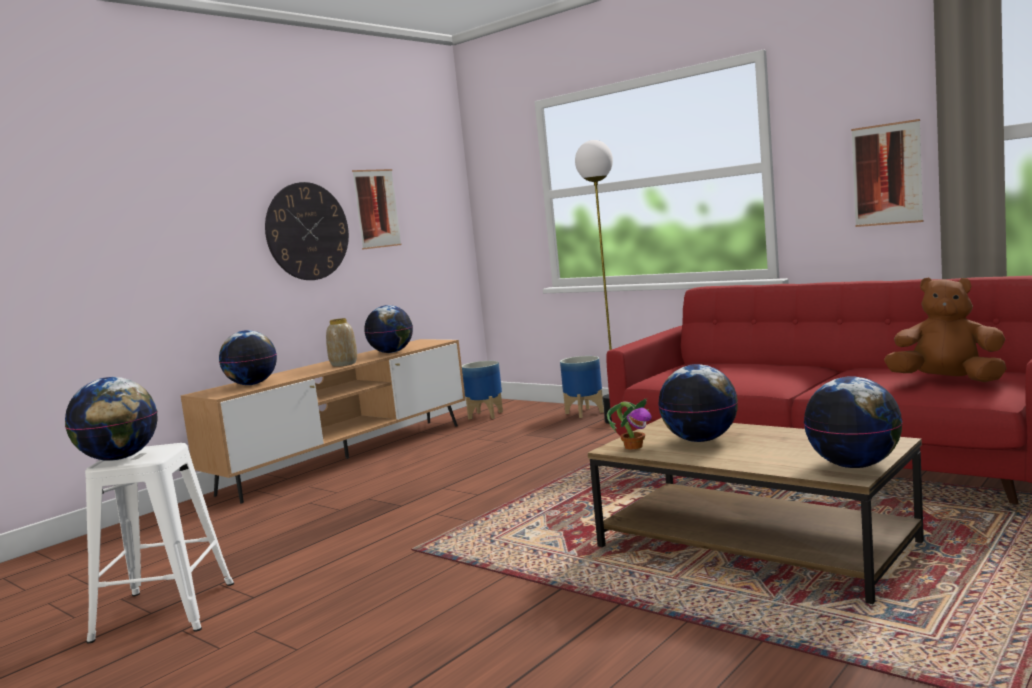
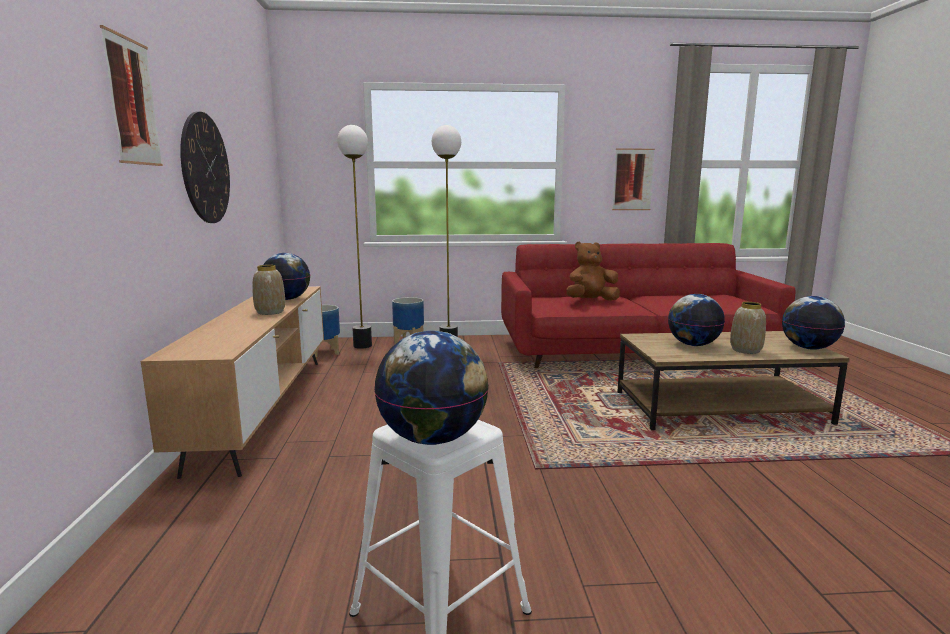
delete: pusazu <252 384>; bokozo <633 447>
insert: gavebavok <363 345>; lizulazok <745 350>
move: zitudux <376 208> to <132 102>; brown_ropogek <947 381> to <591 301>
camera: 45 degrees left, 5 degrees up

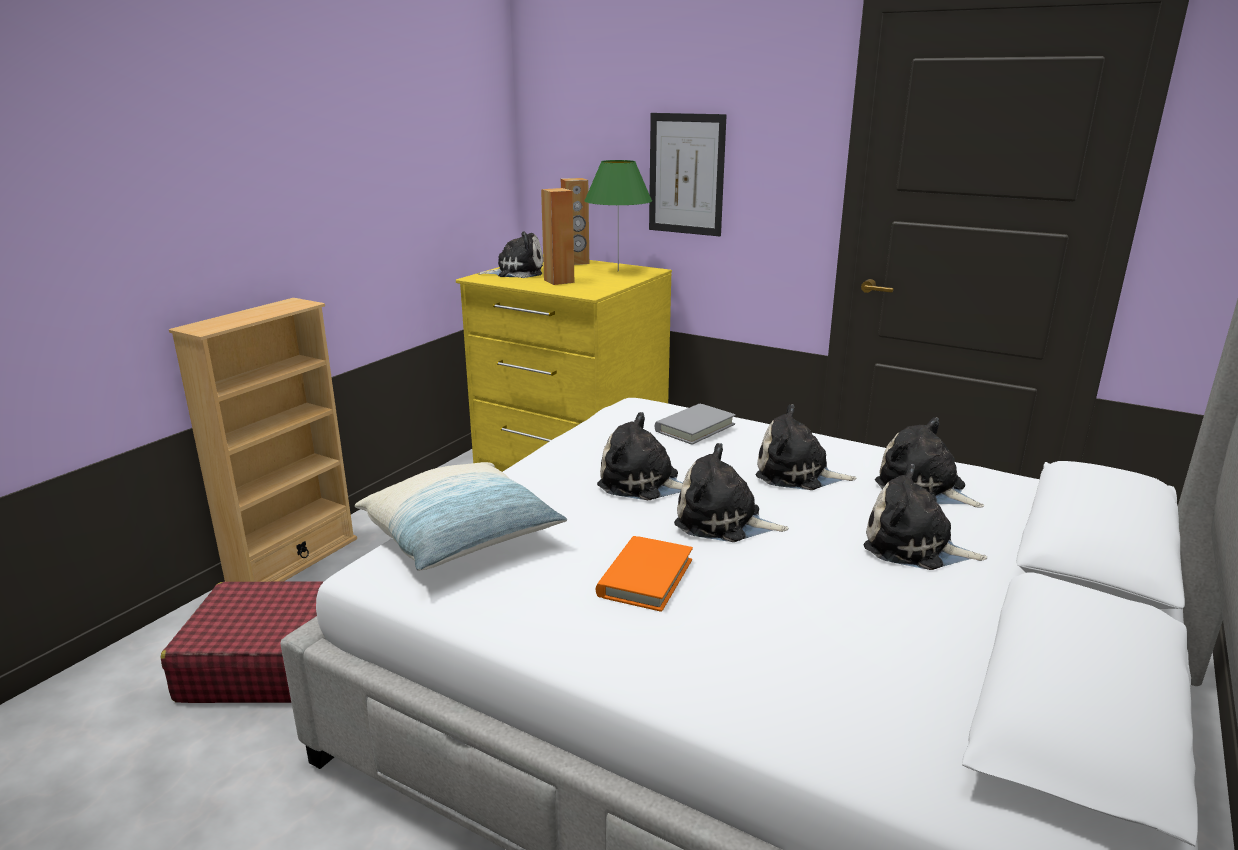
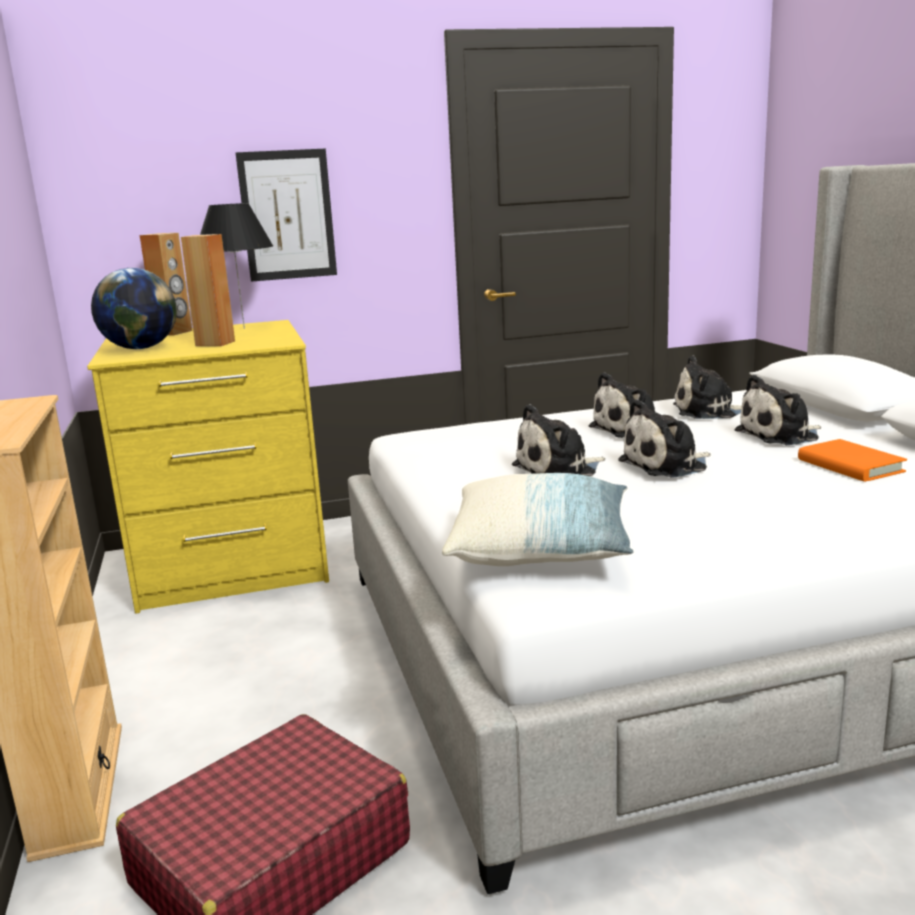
delete: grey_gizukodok <695 428>
move: orange_gizukodok <645 578> to <850 466>
replace: ropogek <516 272> to pusazu <140 348>
recolor: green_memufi <618 271> to black_memufi <244 328>
camera: 45 degrees left, 5 degrees down

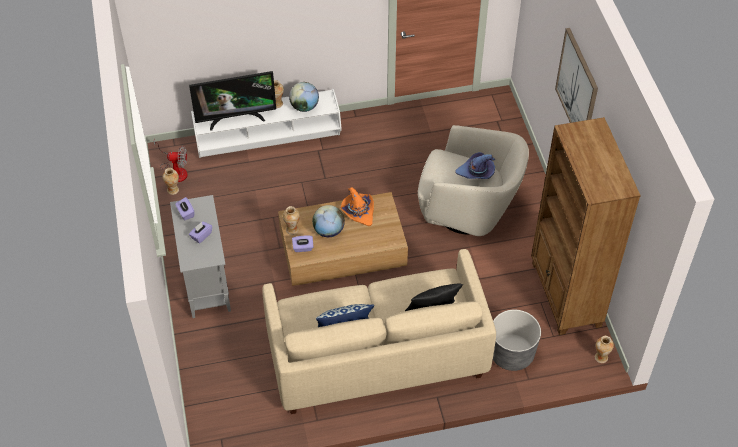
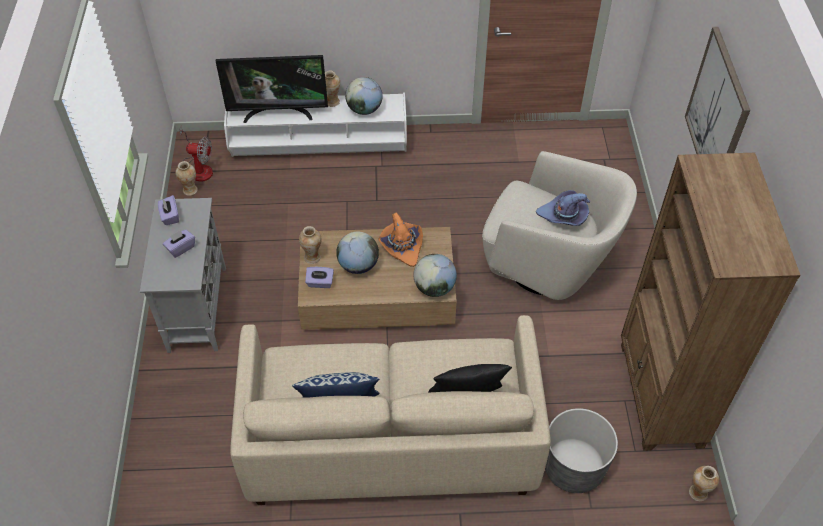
insert: pusazu <434 288>
camera: 10 degrees right, 0 degrees up

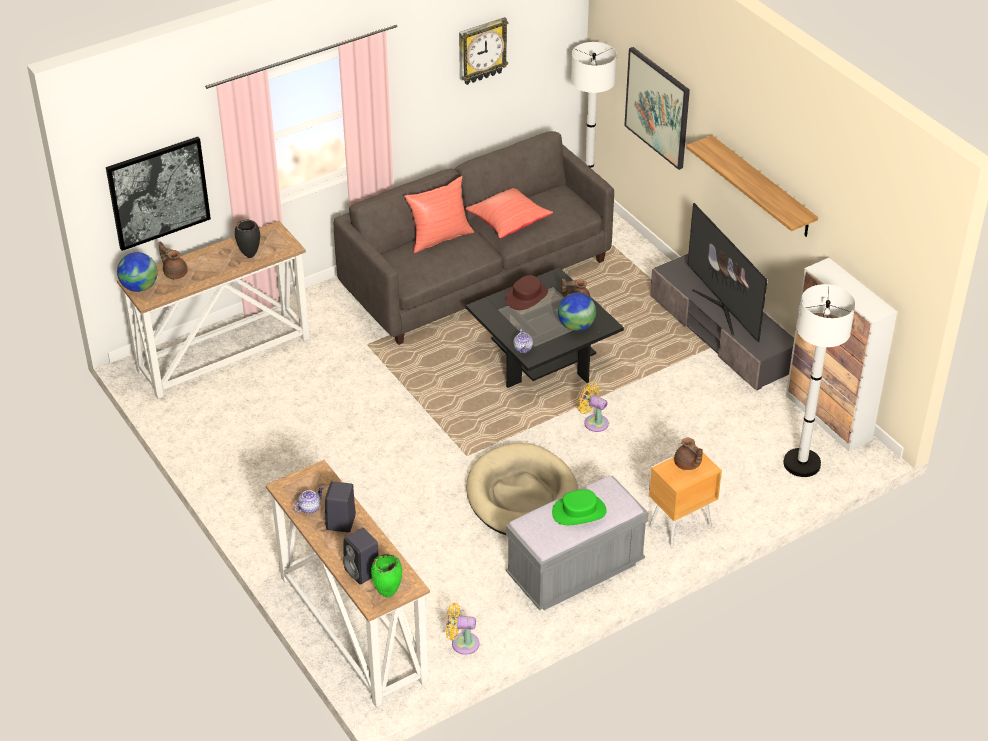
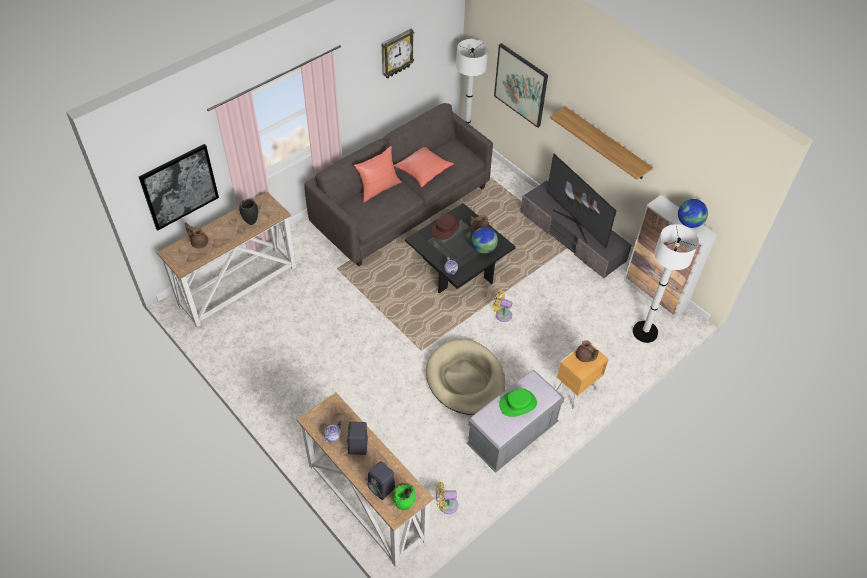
move: pusazu <140 287> to <689 223>
camera: 10 degrees left, 10 degrees up

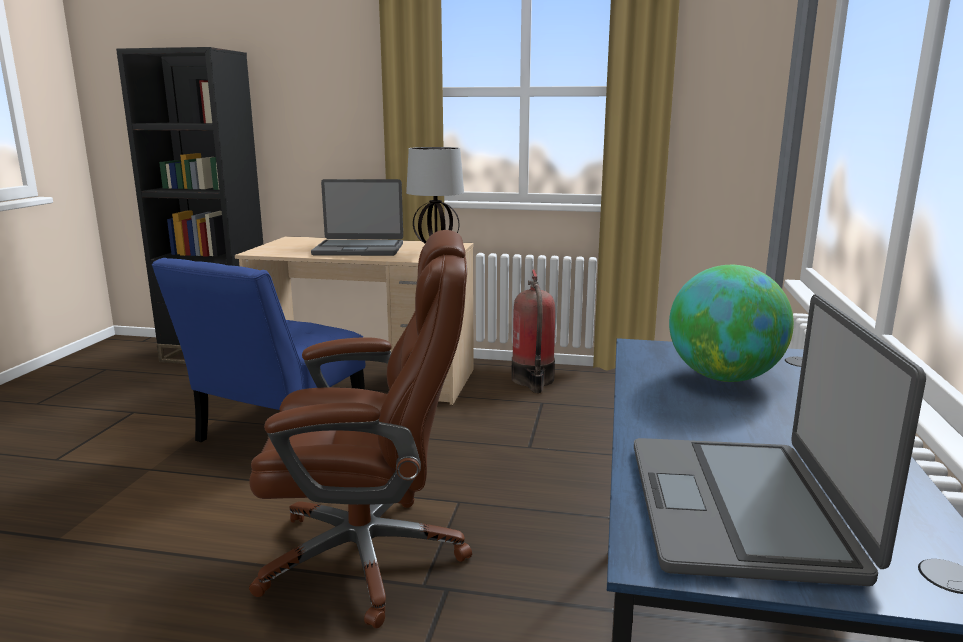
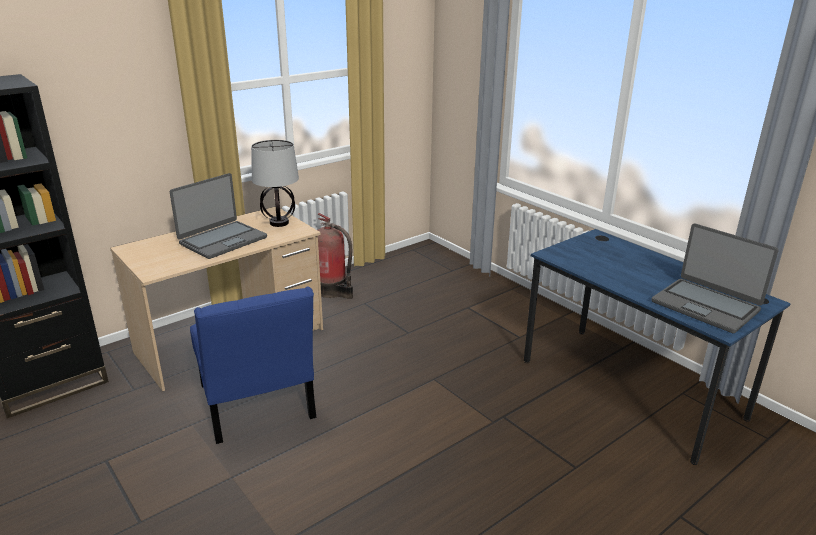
delete: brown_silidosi <369 556>; pusazu <723 377>
camera: 50 degrees left, 10 degrees up

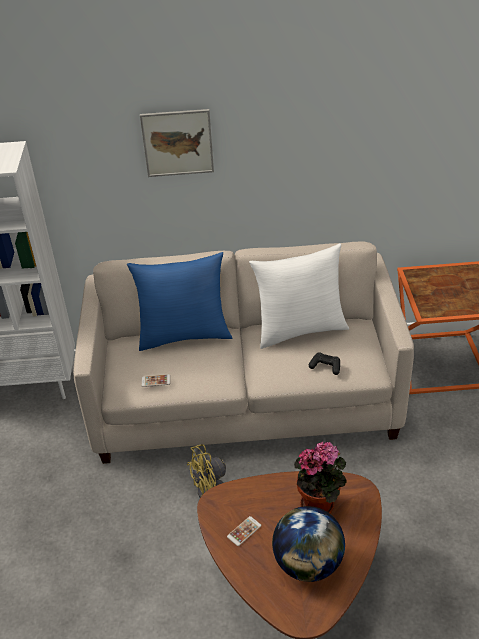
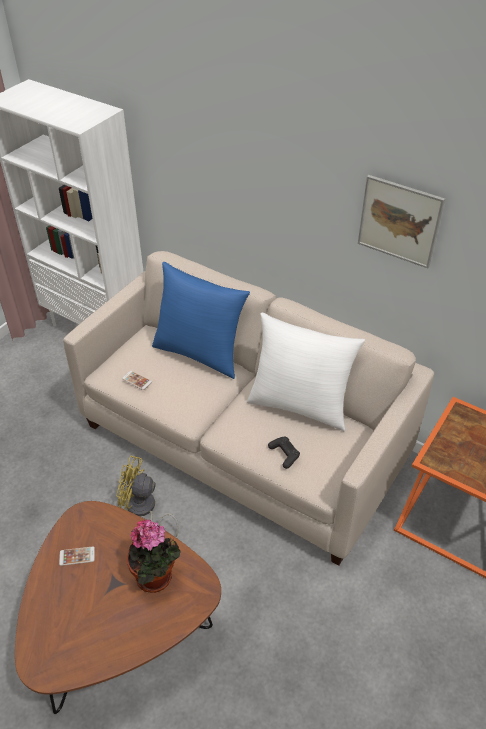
delete: pusazu <308 564>
move: zitudux <177 143> to <399 221>
camera: 35 degrees right, 5 degrees up

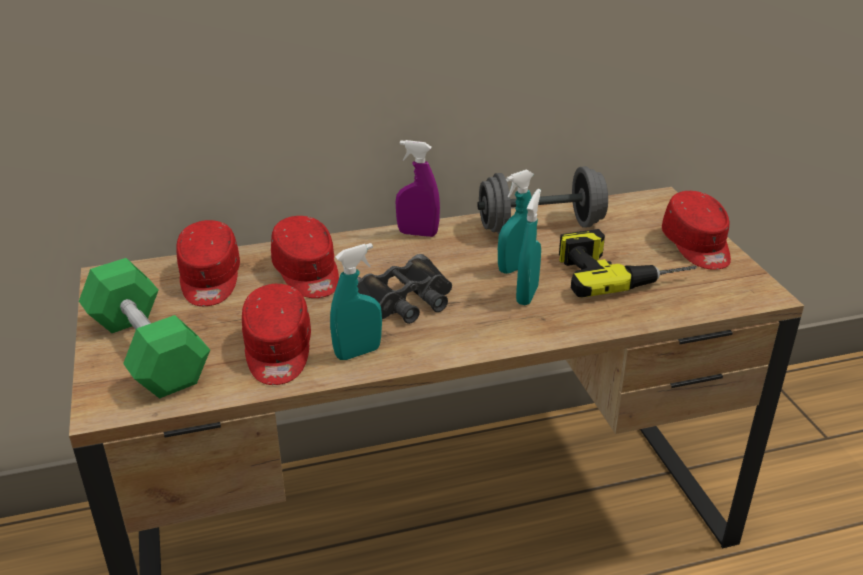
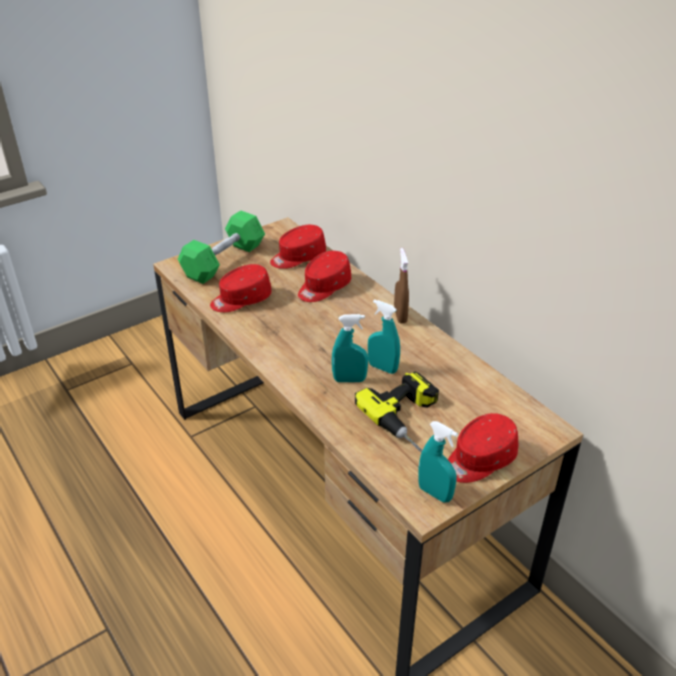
delete: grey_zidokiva <540 227>; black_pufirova <404 300>
move: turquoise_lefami <358 352> to <435 493>
recolor: purple_lefami <417 233> to brown_lefami <400 316>
camera: 70 degrees right, 5 degrees up

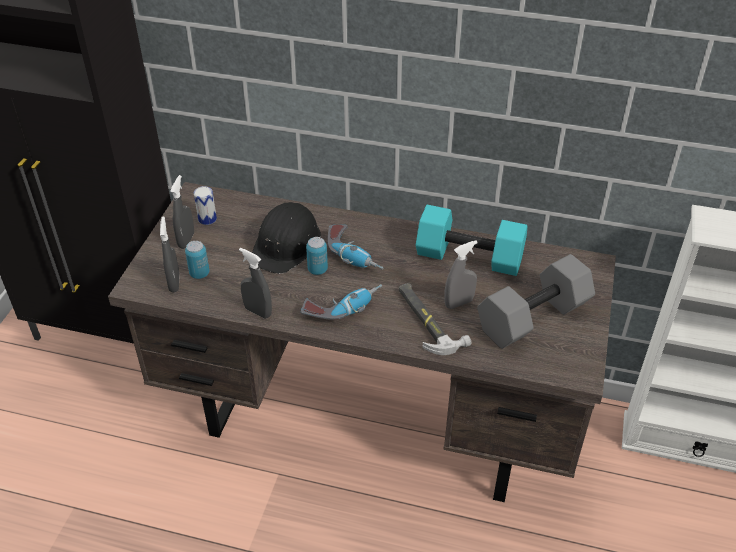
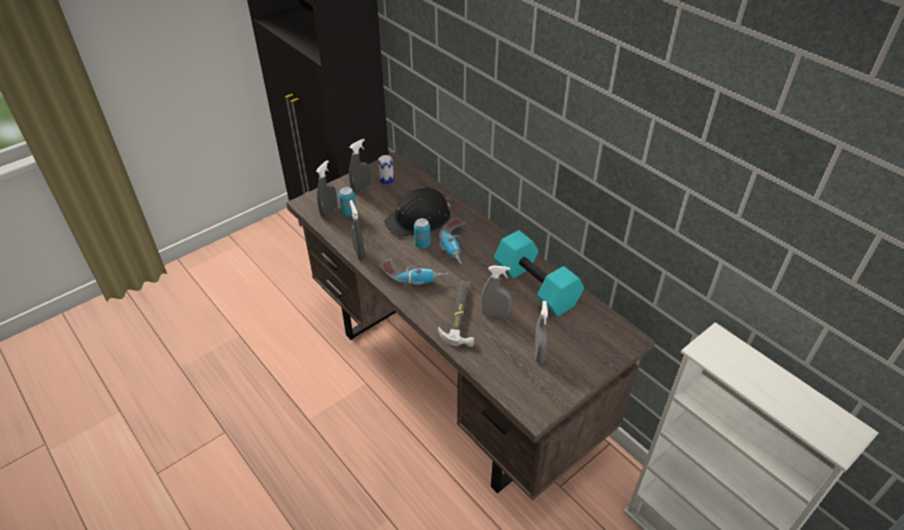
replace: grey_zidokiva <533 319> to grey_lefami <538 353>
camera: 35 degrees right, 0 degrees up

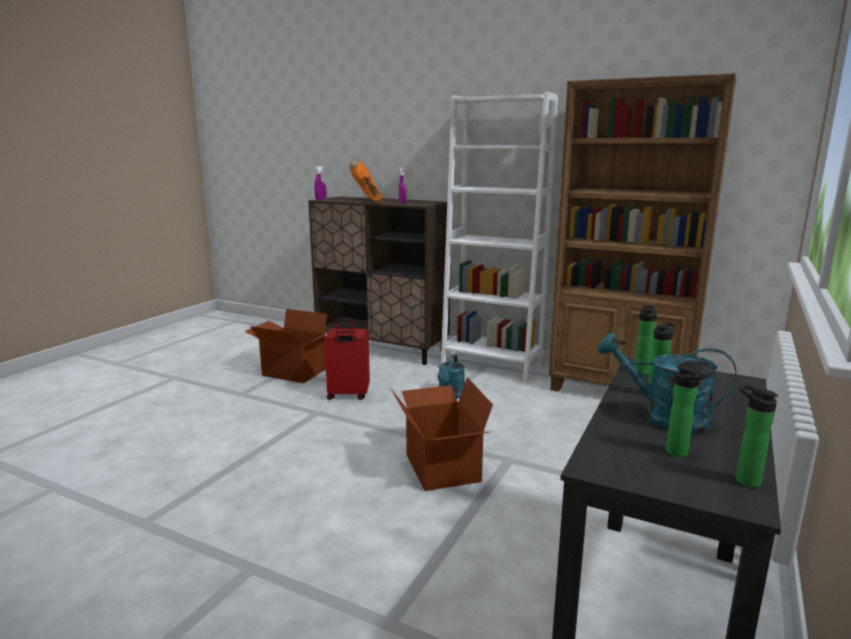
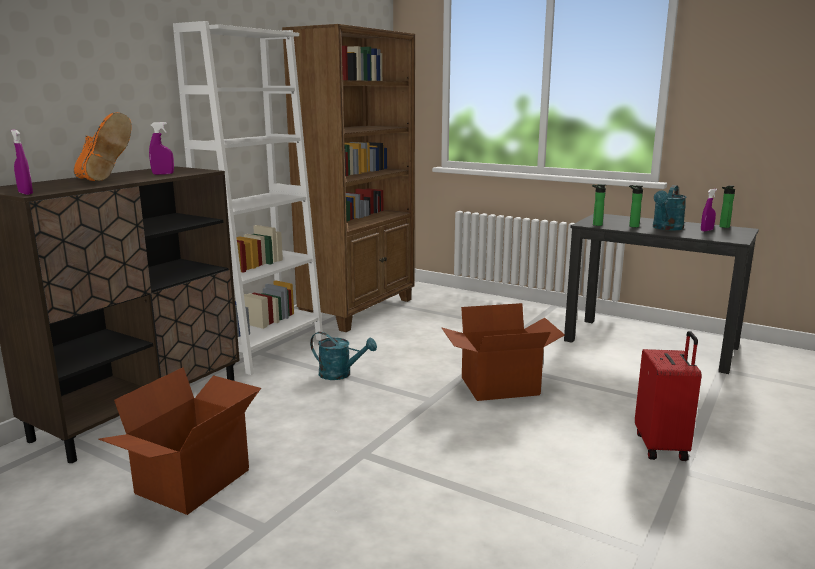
move: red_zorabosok <348 395> to <662 446>
replace: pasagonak <680 453> to purple_lefami <706 230>
rotate: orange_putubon <368 200> = <102 181> 120 degrees counterclockwise
camera: 85 degrees left, 0 degrees up

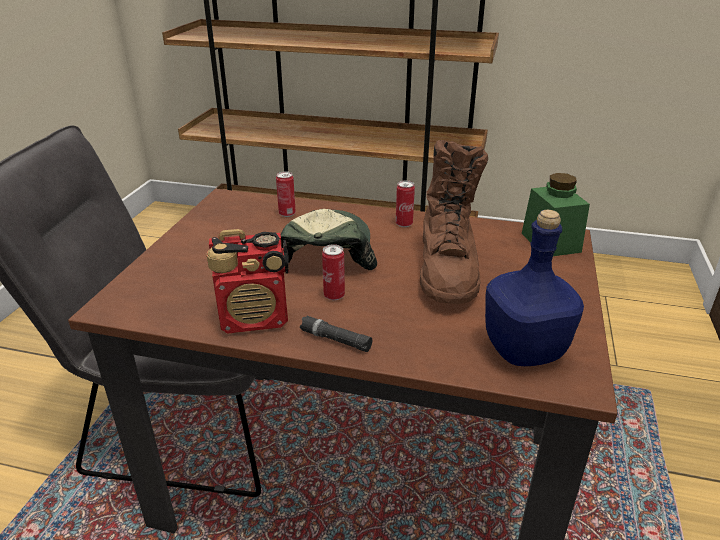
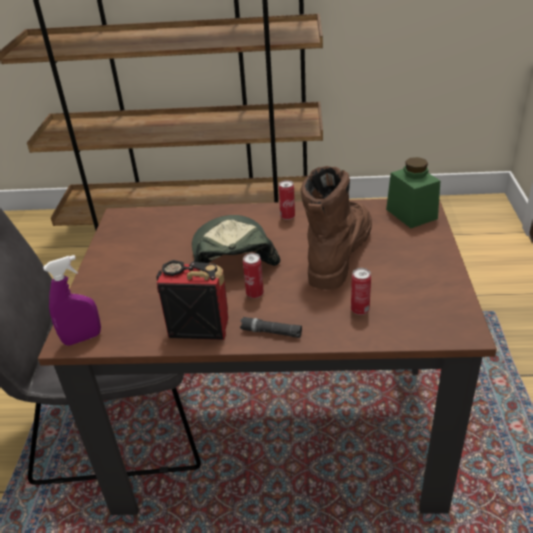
delete: blue_pasagonak <522 350>
insert: purple_lefami <82 338>
move: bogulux <287 214> to <360 310>
rotate: brown_putubon <448 268> = <337 252> 150 degrees counterclockwise; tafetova <255 318> = <198 326> 150 degrees counterclockwise
camera: 10 degrees left, 5 degrees up

